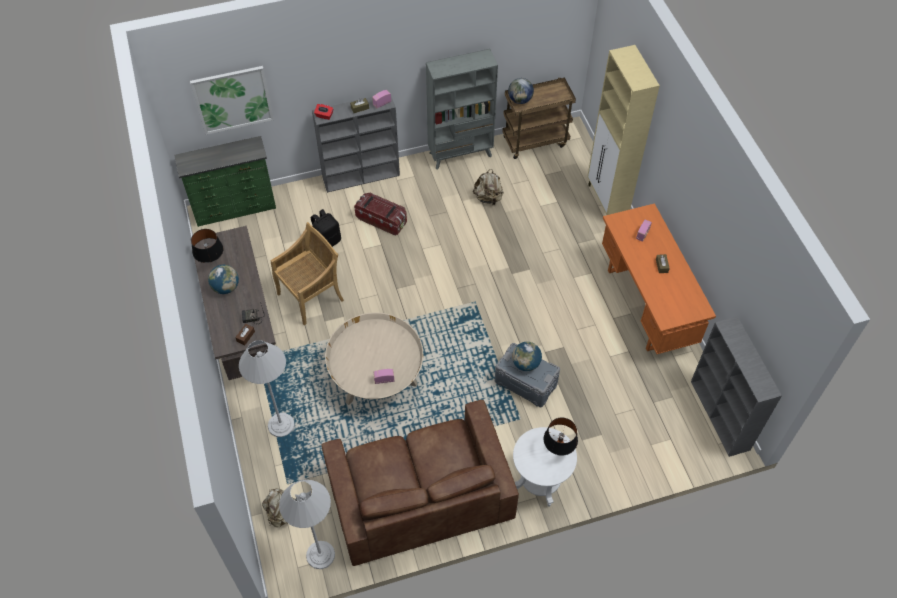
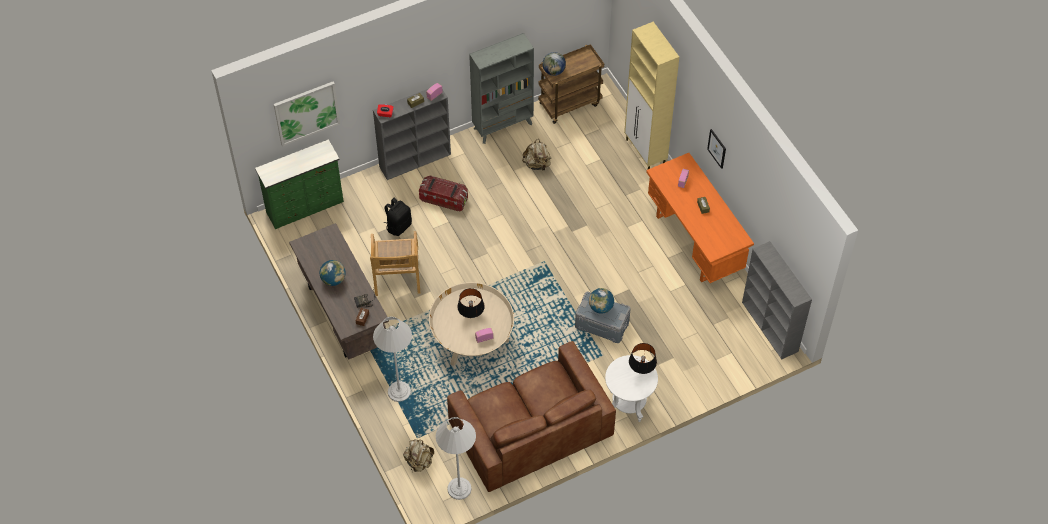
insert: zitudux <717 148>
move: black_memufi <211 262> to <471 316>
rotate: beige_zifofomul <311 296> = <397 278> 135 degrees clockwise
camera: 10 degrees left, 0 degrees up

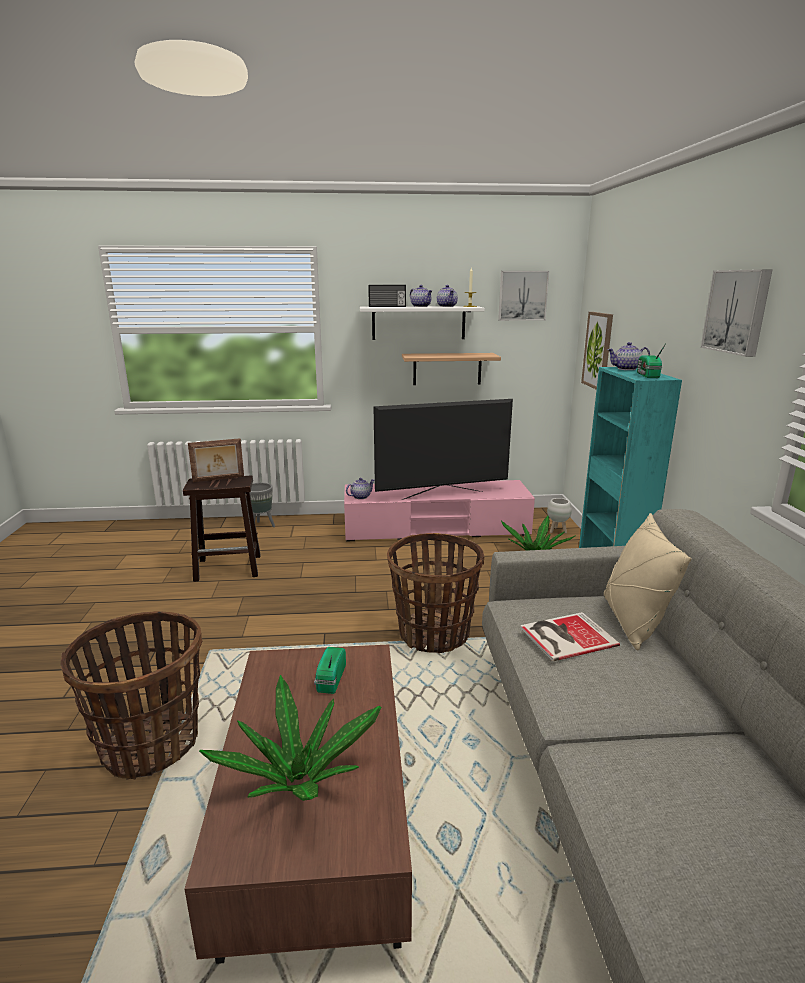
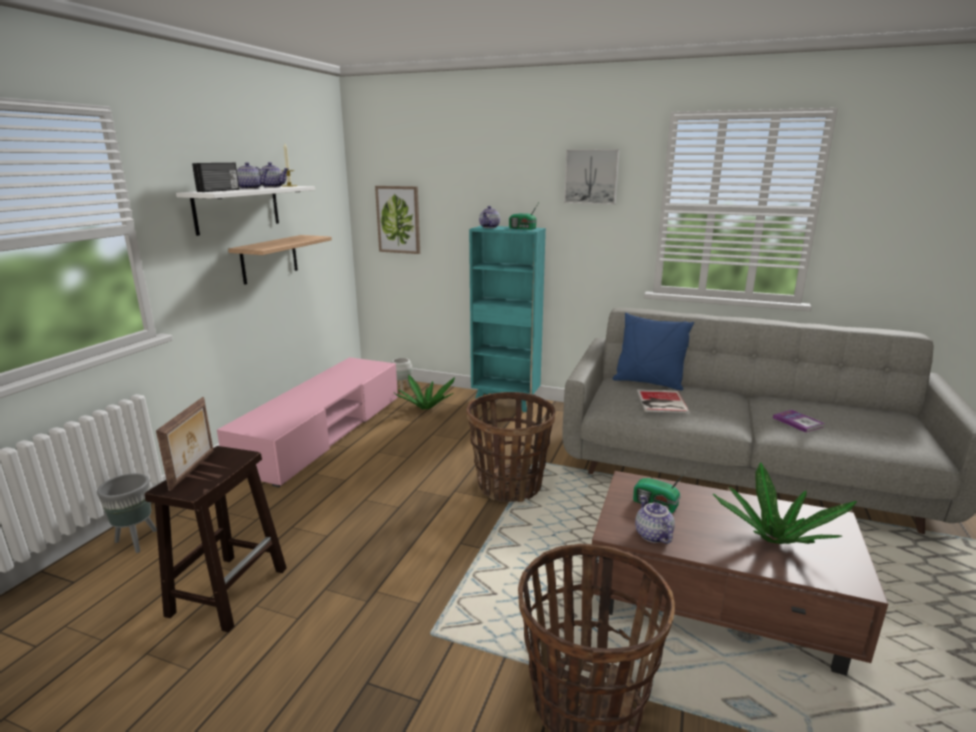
delete: zitudux <522 295>; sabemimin <442 495>
insert: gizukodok <798 422>
move: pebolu <360 496> to <652 535>
recolor: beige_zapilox <632 622> to blue_zapilox <648 383>
camera: 65 degrees left, 0 degrees up

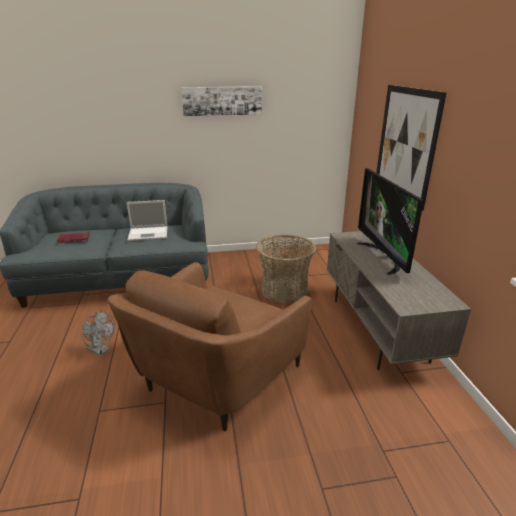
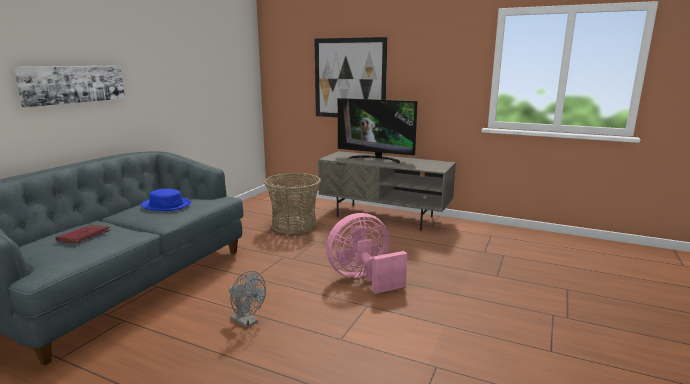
move: zitudux <222 101> to <73 84>
replace: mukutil <149 233> to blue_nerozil <166 205>; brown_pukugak <216 378> to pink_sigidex <364 279>
rotate: grey_sigidex <101 350> = <247 322> 60 degrees clockwise
camera: 55 degrees left, 10 degrees down

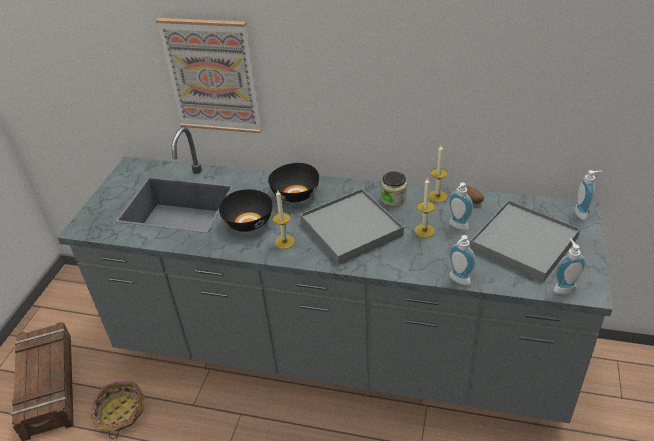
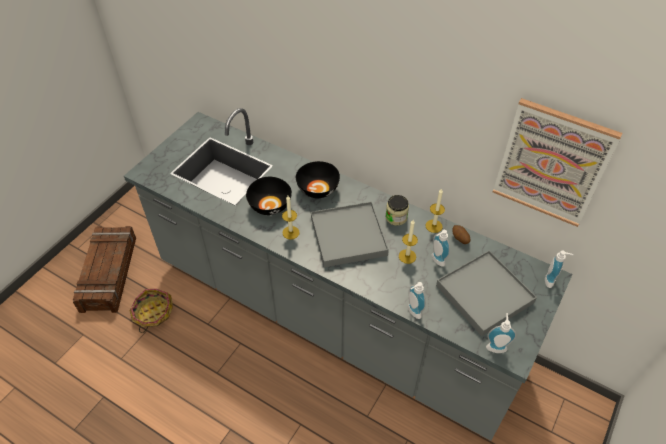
move: zitudux <212 76> to <551 163>
camera: 15 degrees right, 10 degrees up

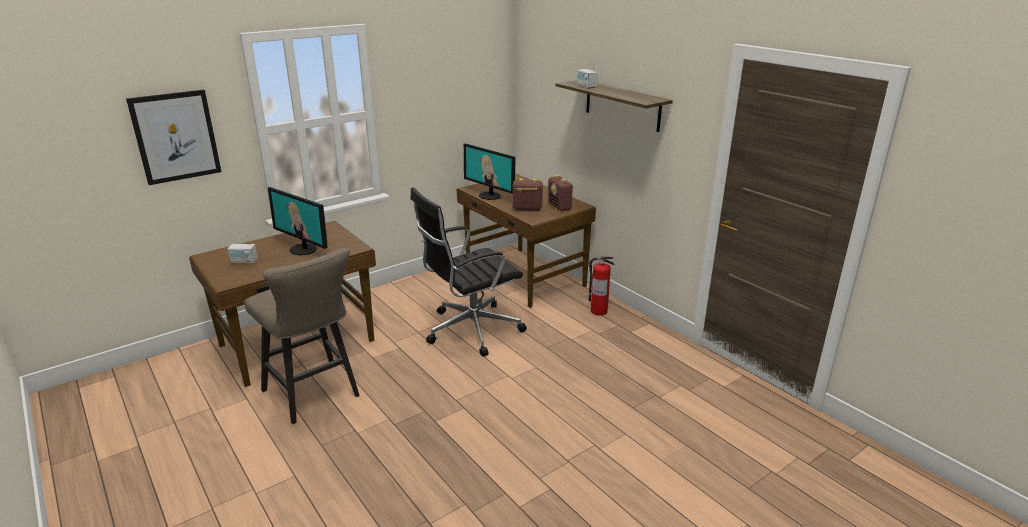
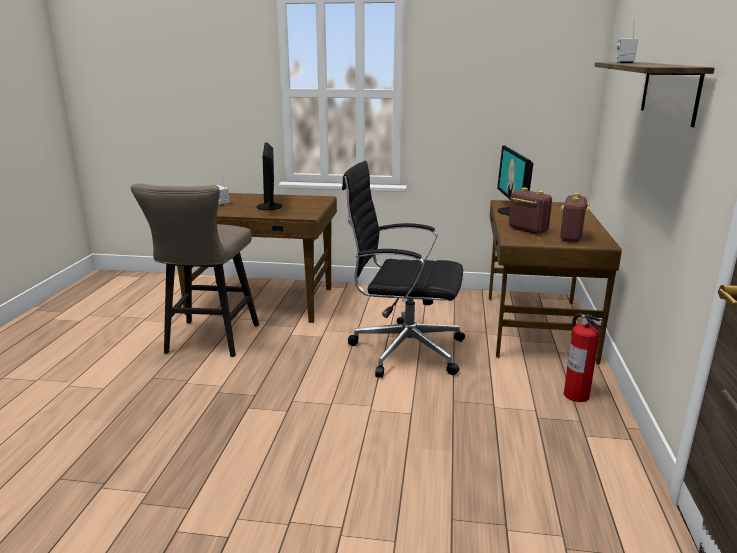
delete: zitudux <175 136>
camera: 45 degrees right, 5 degrees down

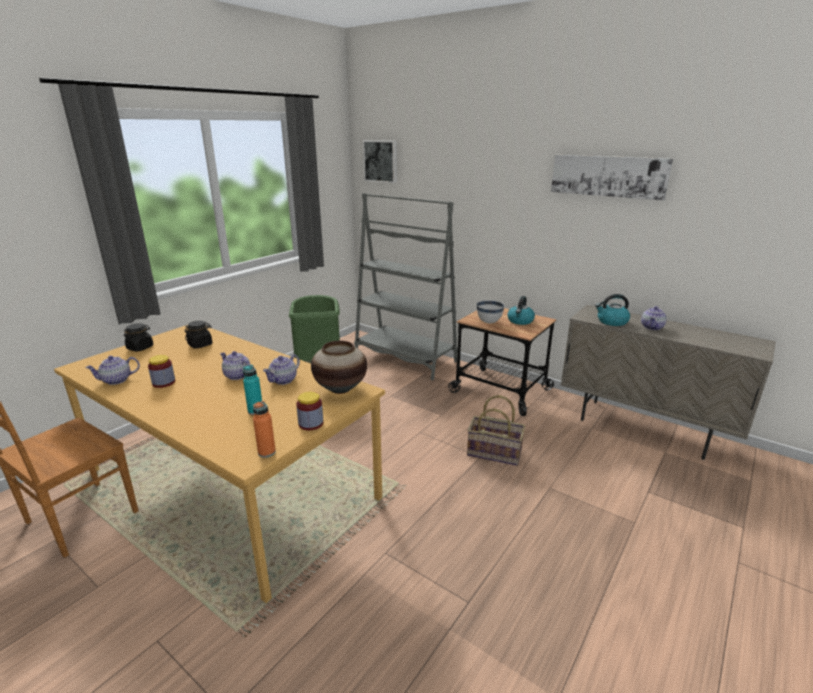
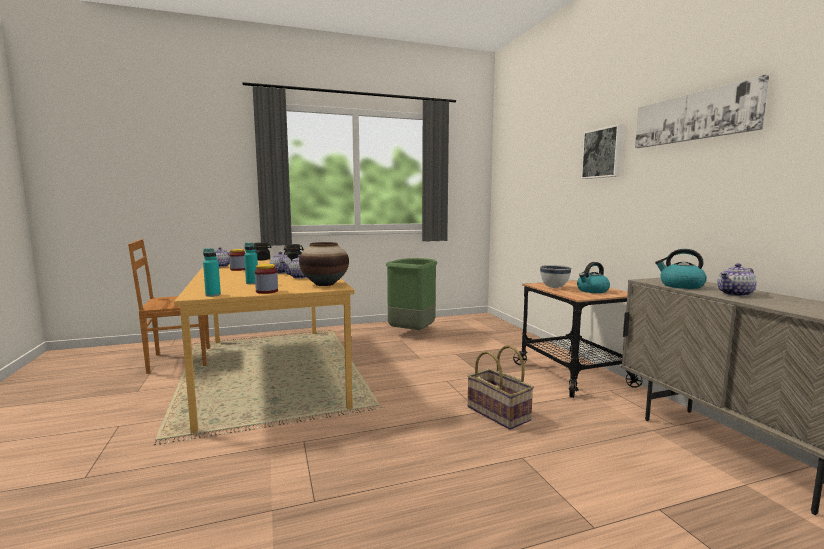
delete: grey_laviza <405 358>
move: zitudux <381 161> to <603 153>
recolor: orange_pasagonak <266 452> to turquoise_pasagonak <213 295>
camera: 35 degrees right, 15 degrees down

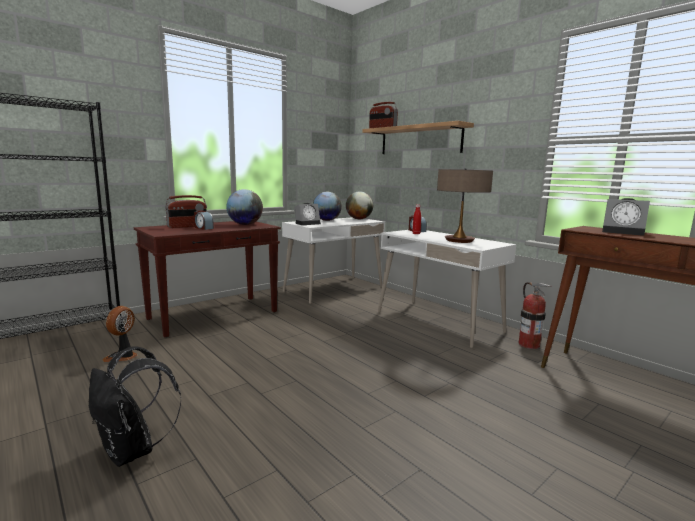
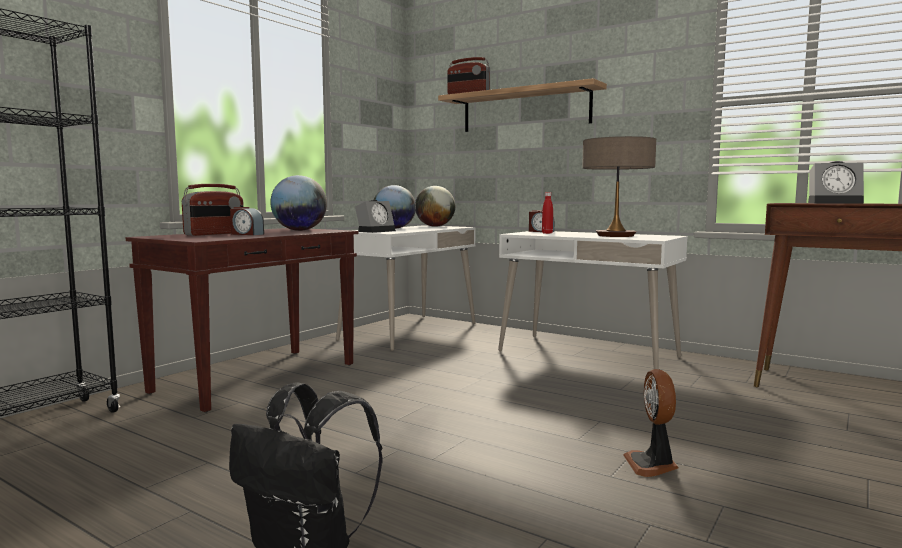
delete: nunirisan <529 344>
move: sigidex <122 356> to <652 465>
camera: 15 degrees left, 5 degrees down

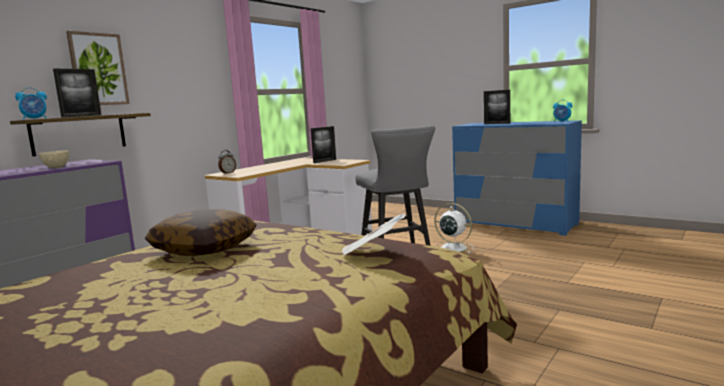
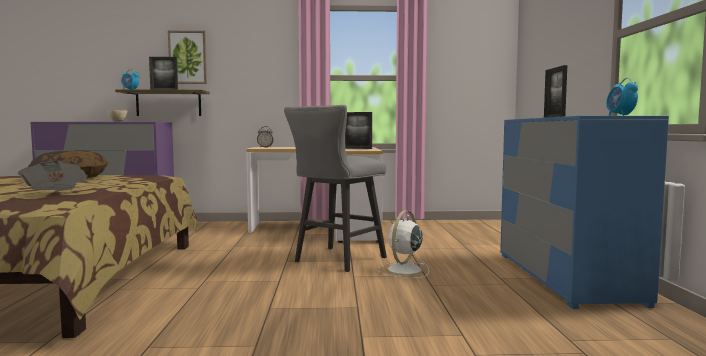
rotate: white_sigidex <452 248> = <403 270> 150 degrees counterclockwise
camera: 50 degrees right, 5 degrees down

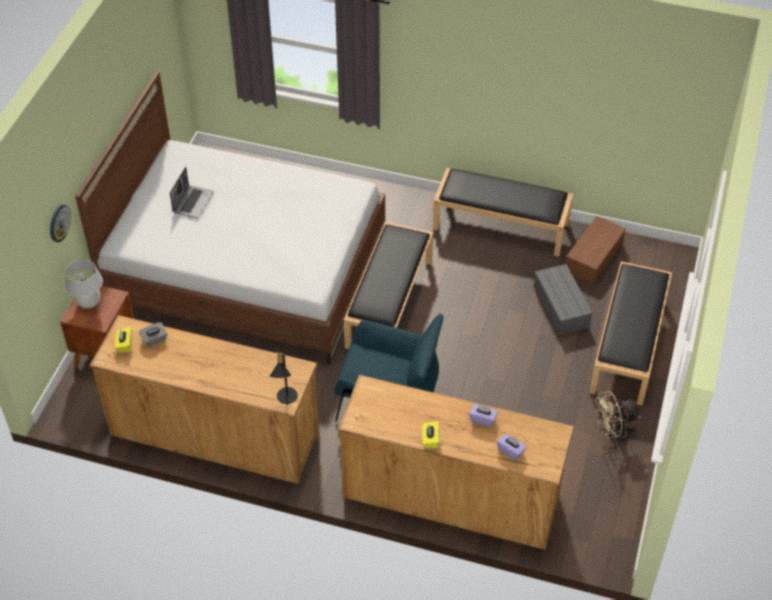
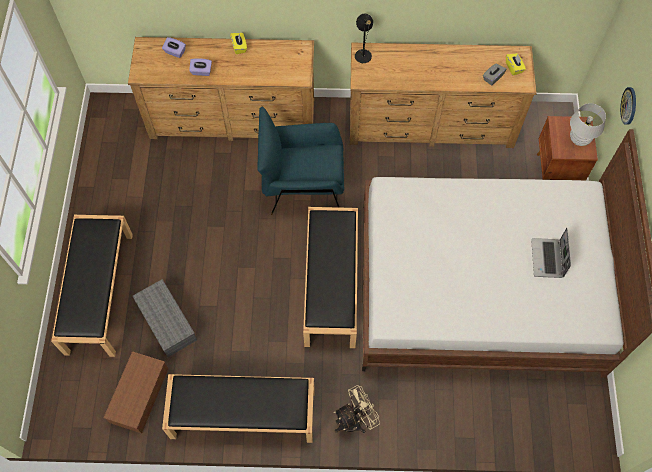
move: beige_sigidex <612 435> to <354 420>
camera: 165 degrees right, 15 degrees up

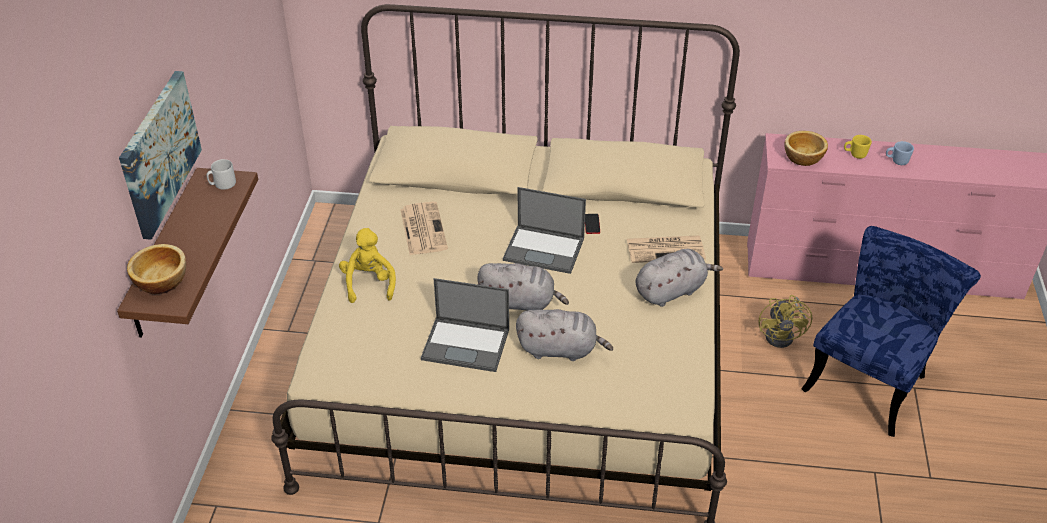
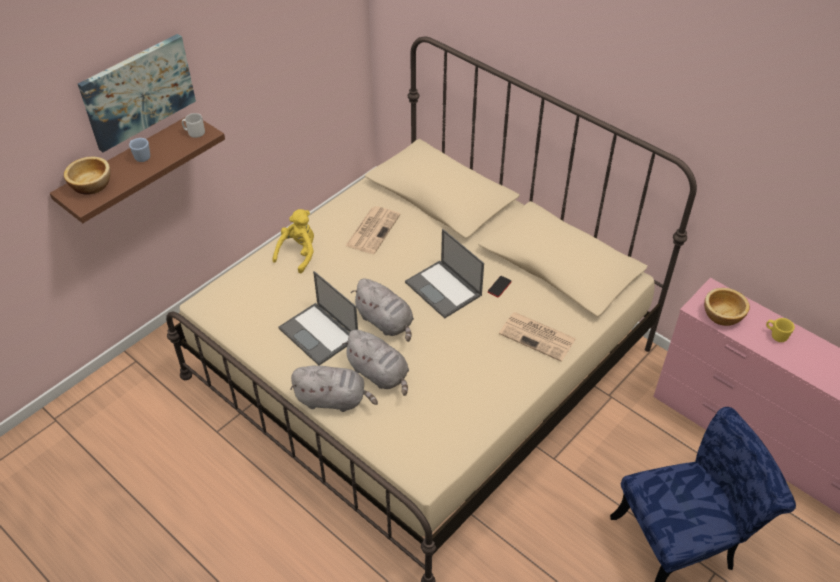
delete: yellow_sigidex <783 335>
move: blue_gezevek <896 161> to <141 157>; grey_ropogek <672 291> to <333 399>
camera: 35 degrees right, 5 degrees up

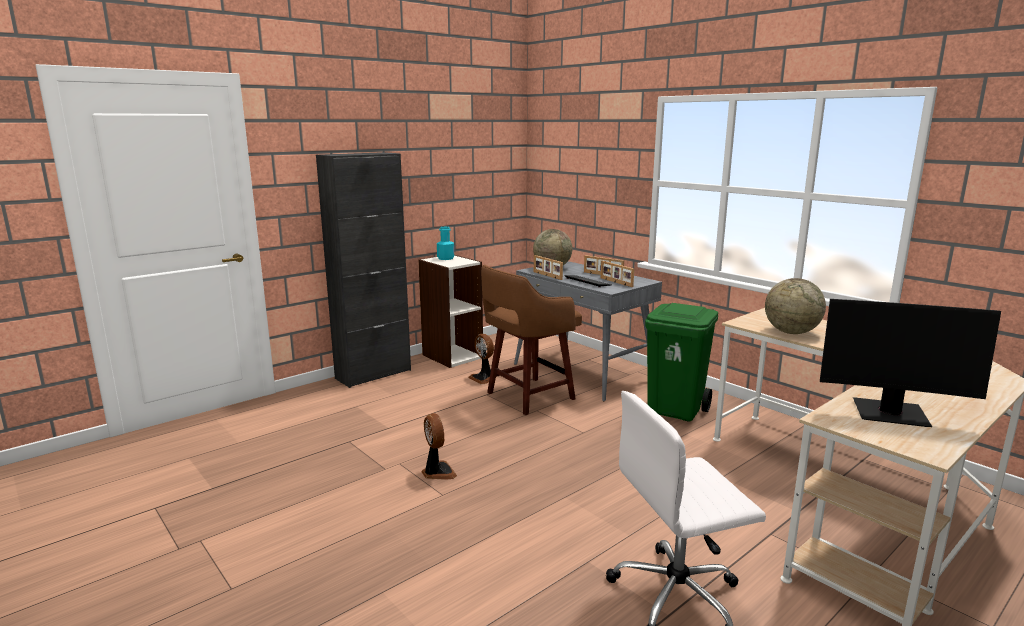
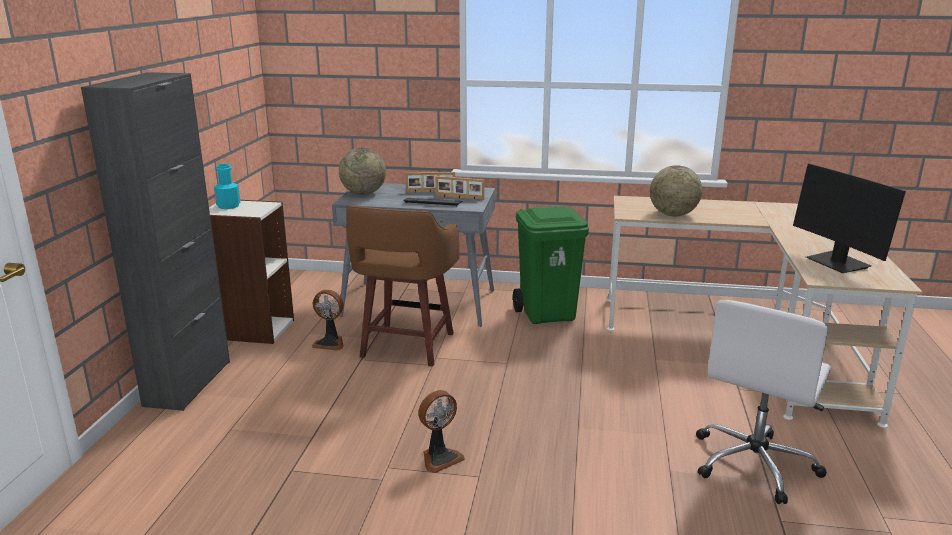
delete: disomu <547 275>
rotate: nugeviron <890 414> = <837 263> 90 degrees clockwise; sigidex <437 472> = <440 458> 120 degrees clockwise
camera: 40 degrees left, 5 degrees up

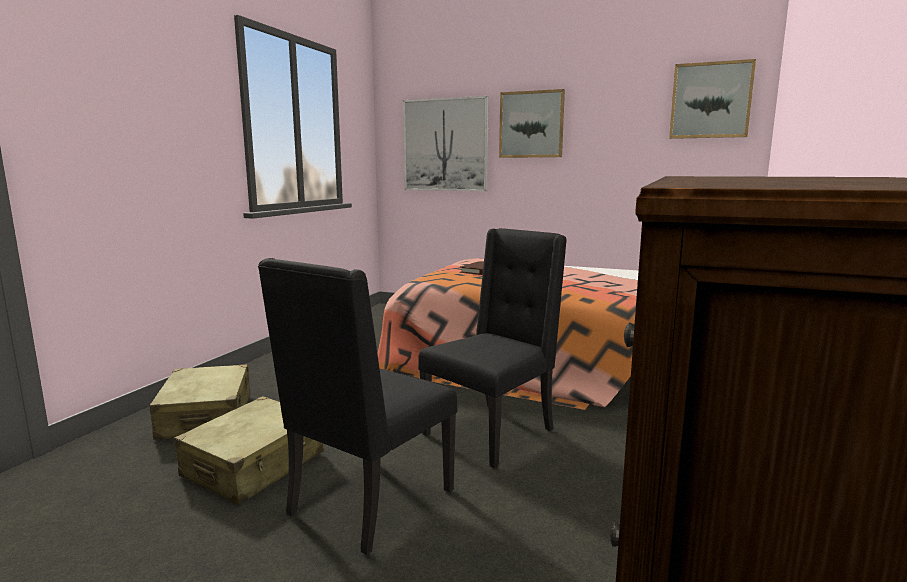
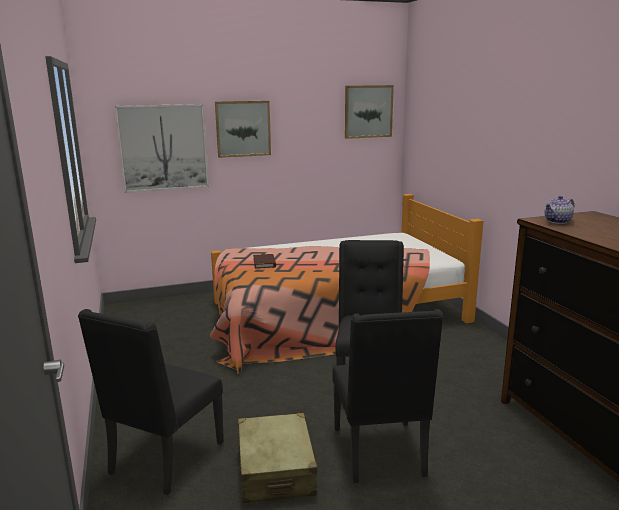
insert: pebolu <558 221>
replace: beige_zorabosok <206 416> to black_zifofomul <165 459>
camera: 40 degrees left, 5 degrees up

